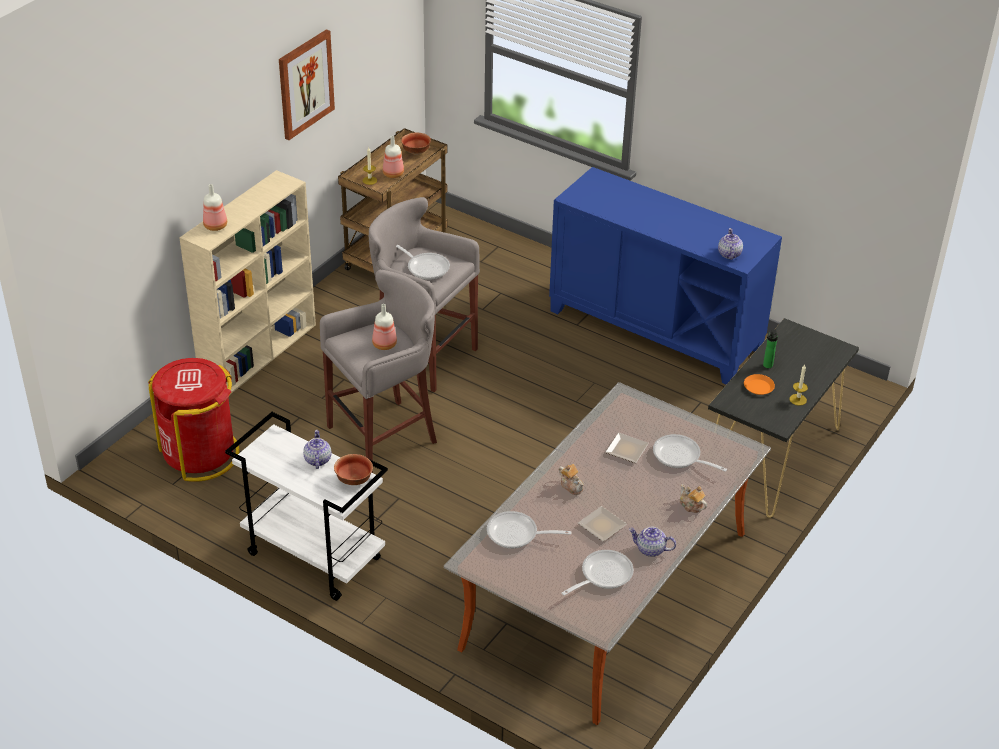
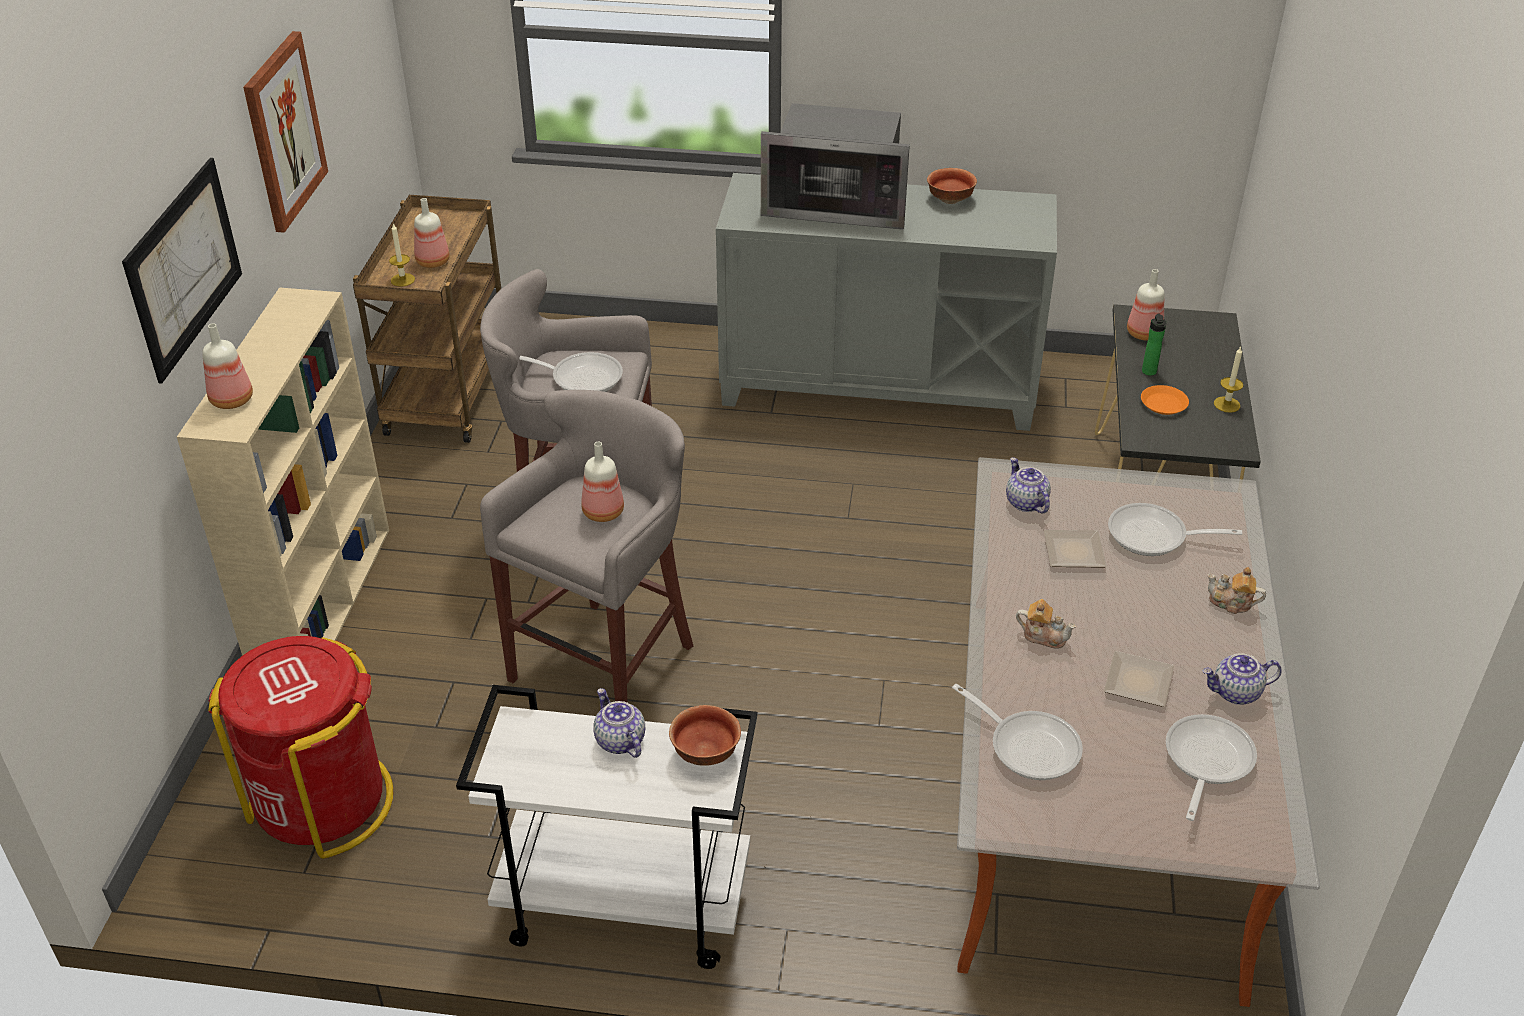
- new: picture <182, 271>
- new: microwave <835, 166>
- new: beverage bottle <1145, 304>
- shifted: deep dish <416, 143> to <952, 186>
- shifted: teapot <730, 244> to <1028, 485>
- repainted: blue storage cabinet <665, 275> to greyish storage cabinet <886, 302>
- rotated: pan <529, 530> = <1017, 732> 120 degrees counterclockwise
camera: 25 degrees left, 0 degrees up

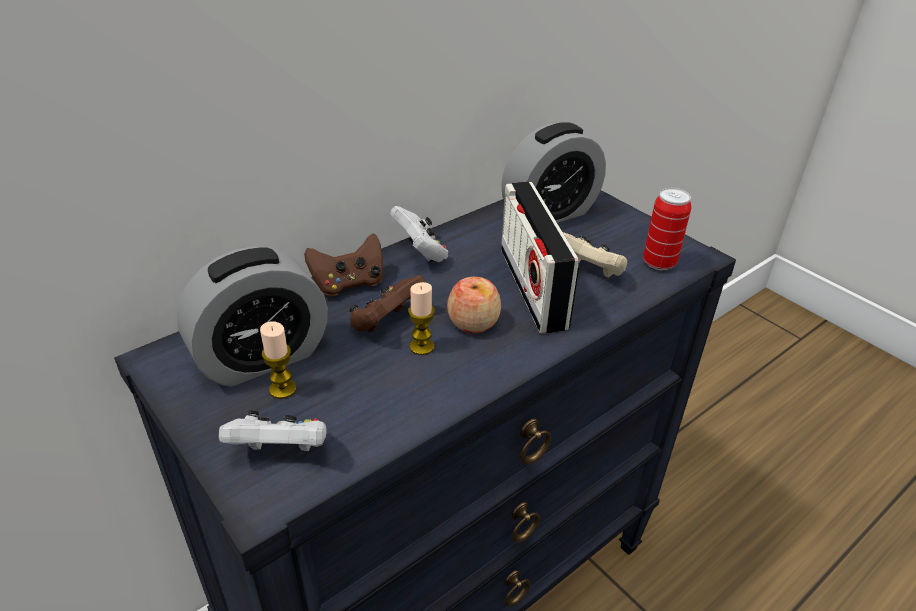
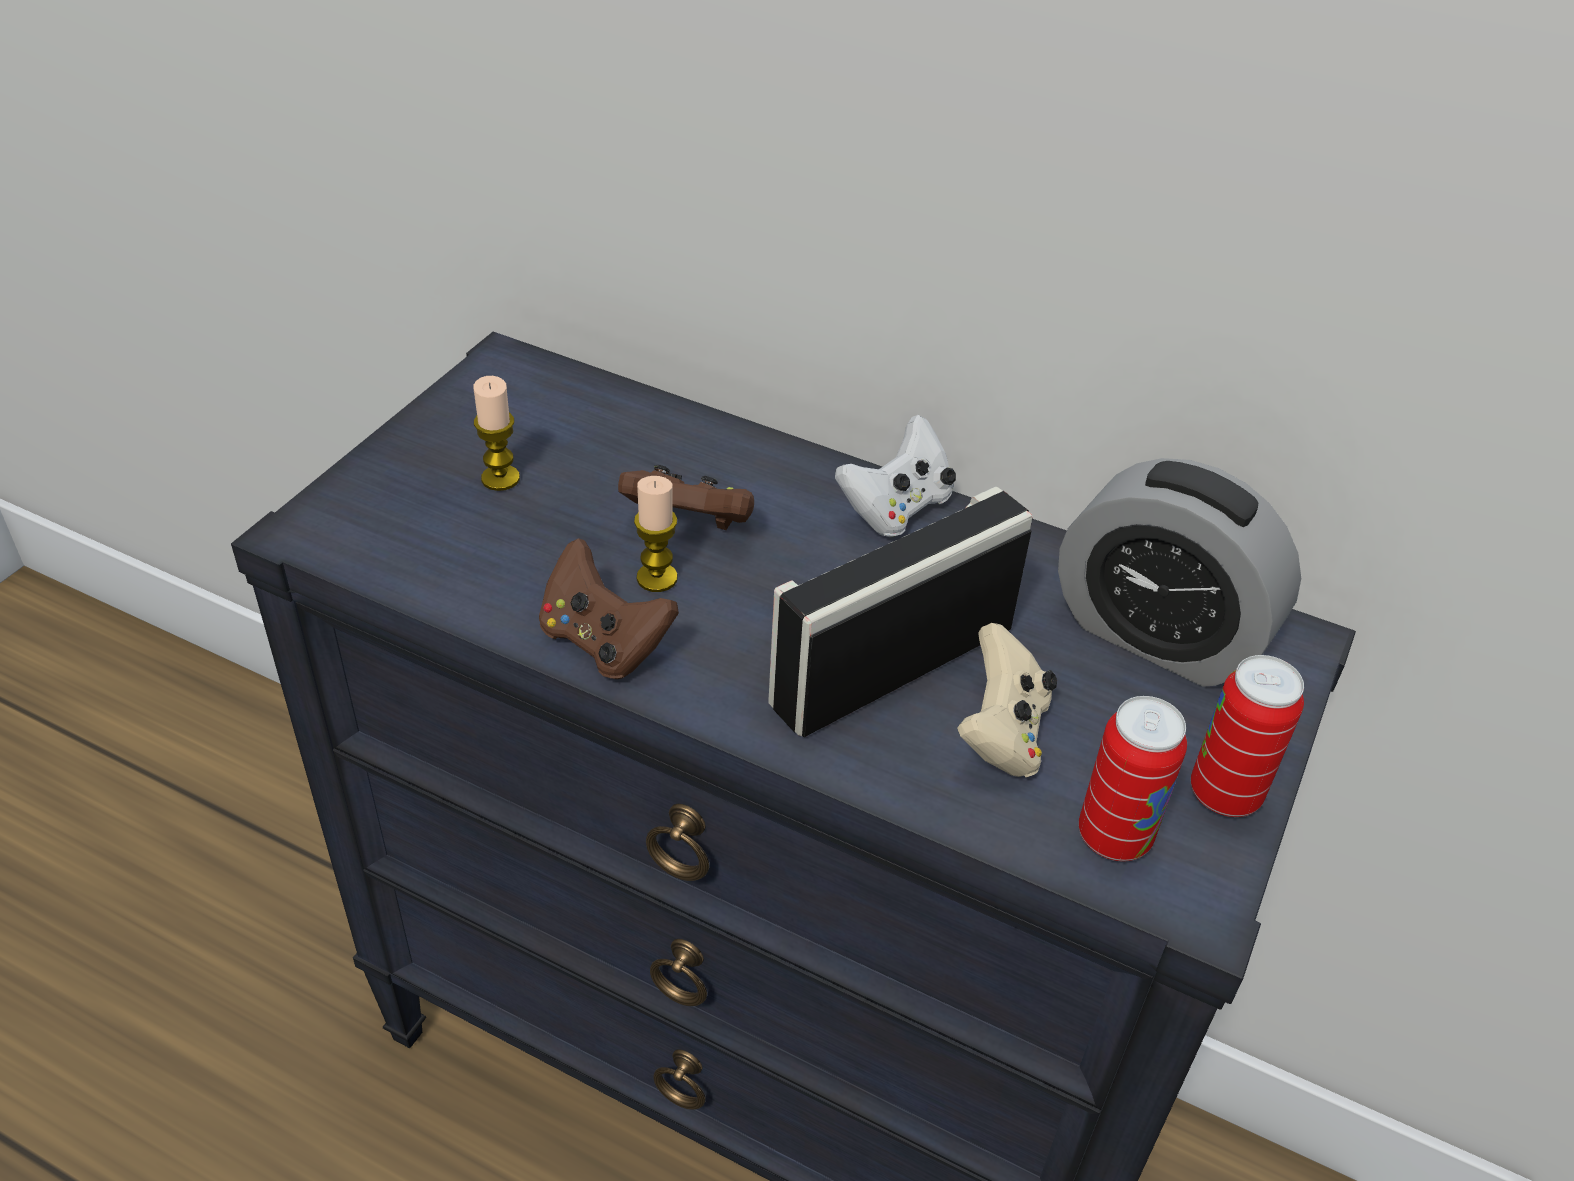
- gone: alarm clock <252, 316>
- gone: white-coloured gamepad <273, 430>
- gone: apple <474, 305>
- new: metal can <1247, 736>
- shifted: brownish gamepad <343, 265> to <609, 608>
camera: 65 degrees right, 5 degrees up

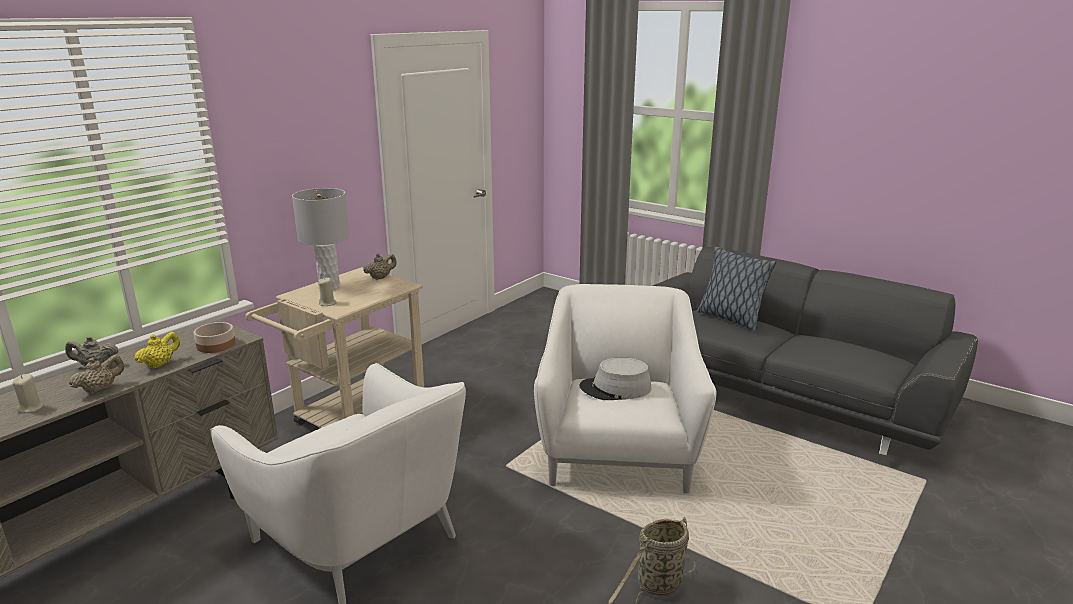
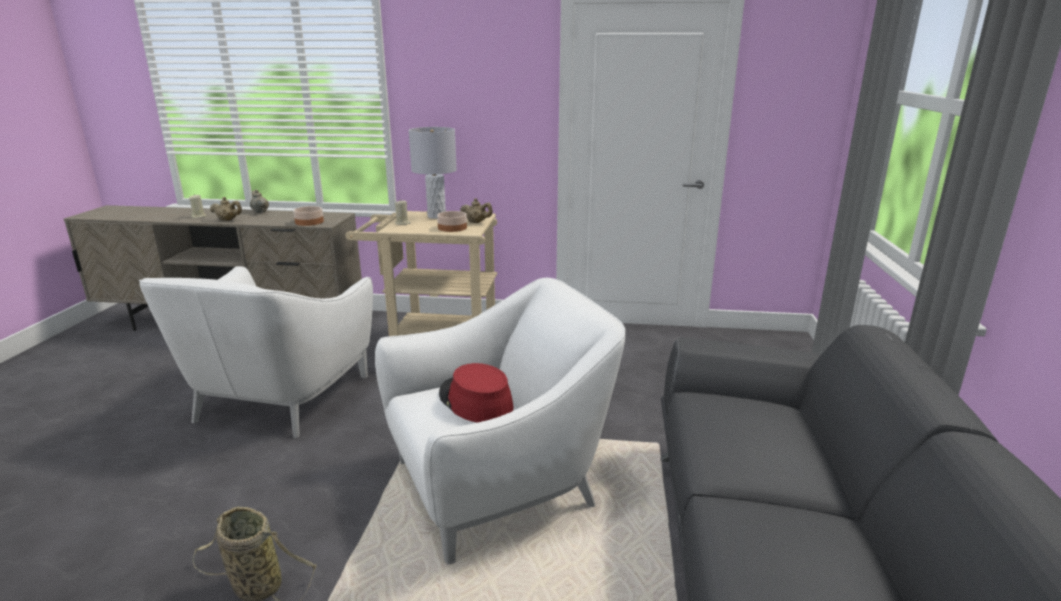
- gone: yellowish teapot <157, 350>
- gone: throw pillow <736, 288>
- new: deep dish <452, 221>
- repainted: greyish wearable hat <615, 378> to red wearable hat <476, 393>
camera: 60 degrees right, 0 degrees up

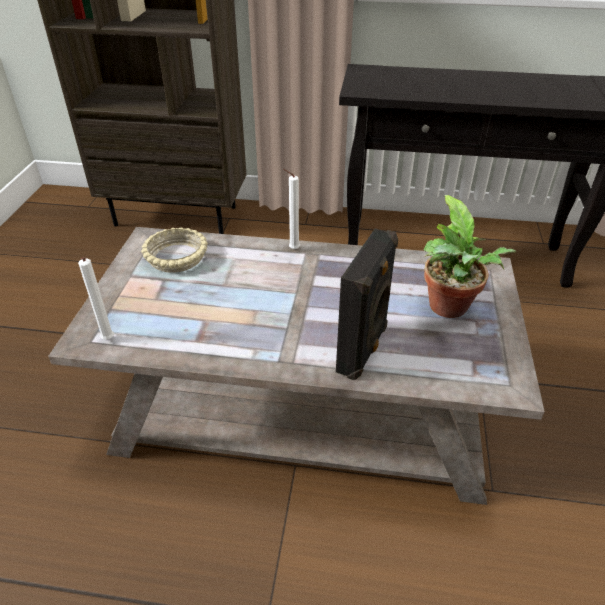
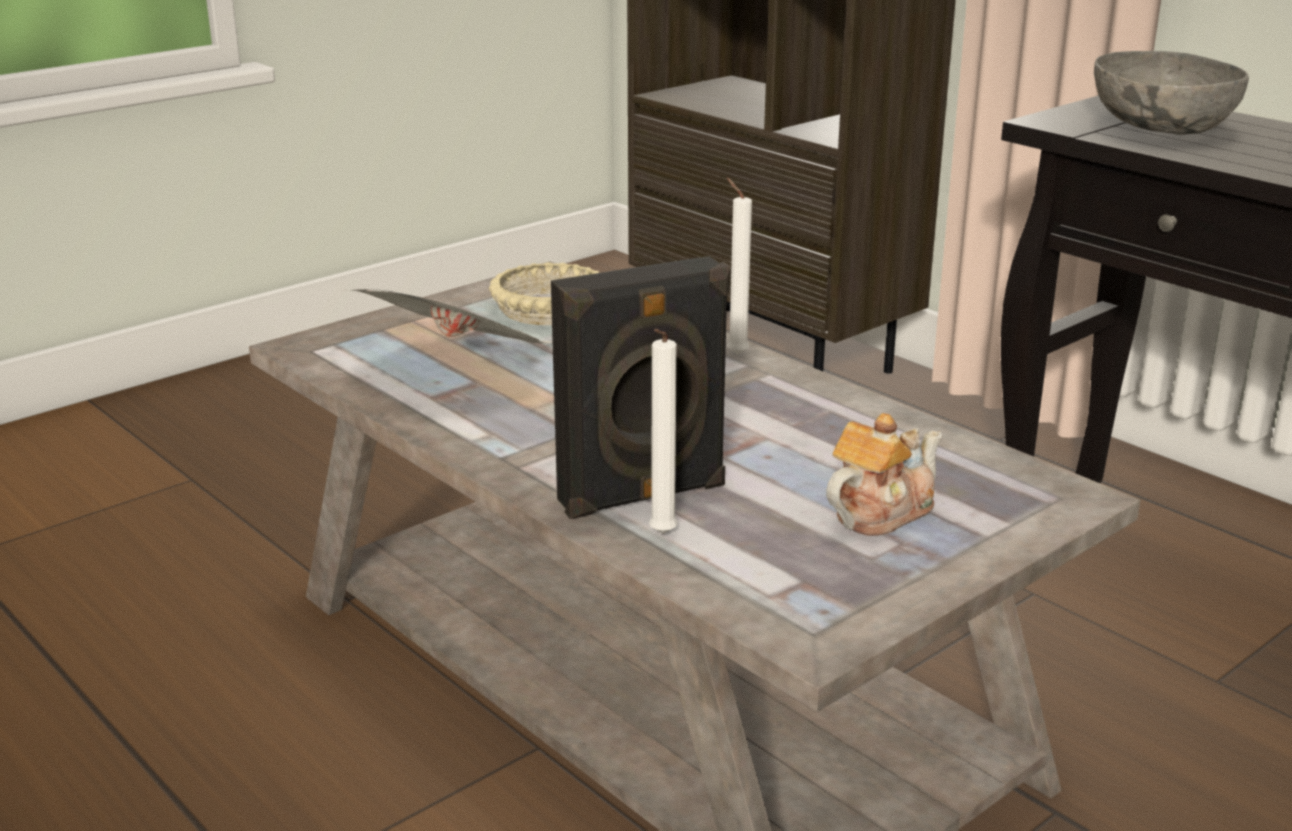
- new: daily paper <452, 316>
- new: greyish deep dish <1171, 93>
- shifted: white-coloured candle <96, 298> to <663, 431>
- swapped: plant in a pot <469, 256> to teapot <884, 474>
camera: 40 degrees right, 15 degrees down

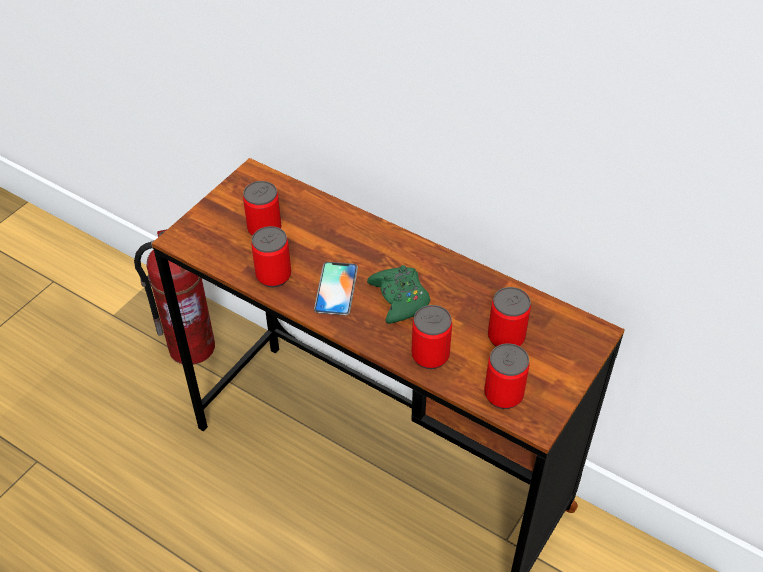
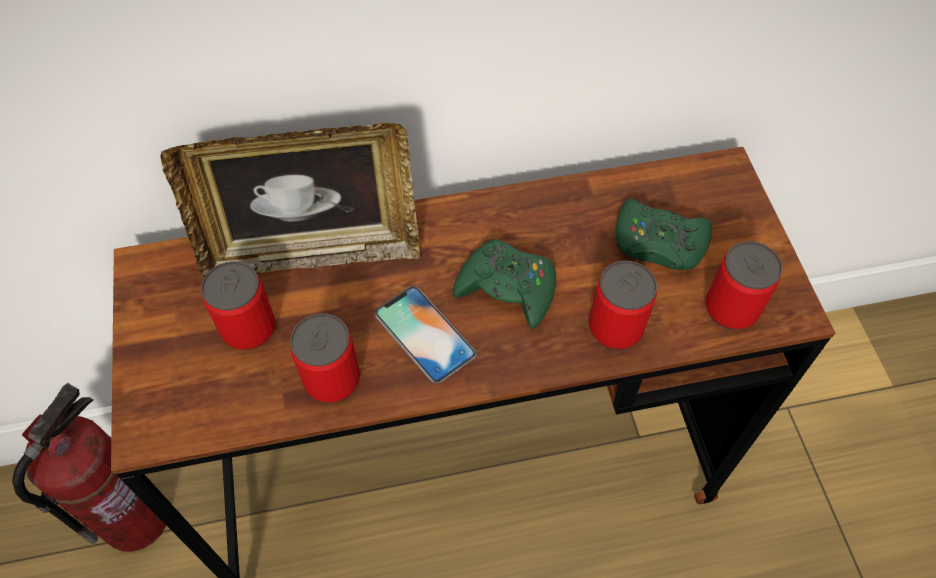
- new: standing frame <290, 200>
- swapped: metal can <509, 317> to greenish gamepad <664, 234>
camera: 45 degrees left, 10 degrees up

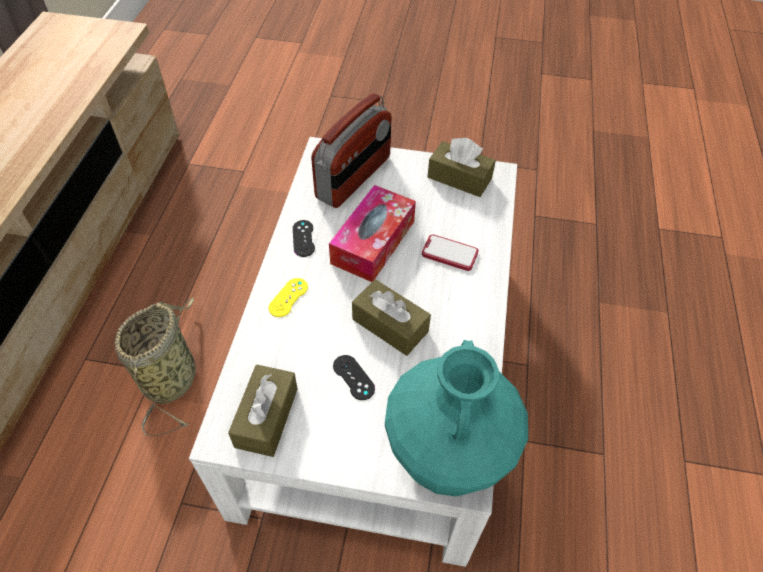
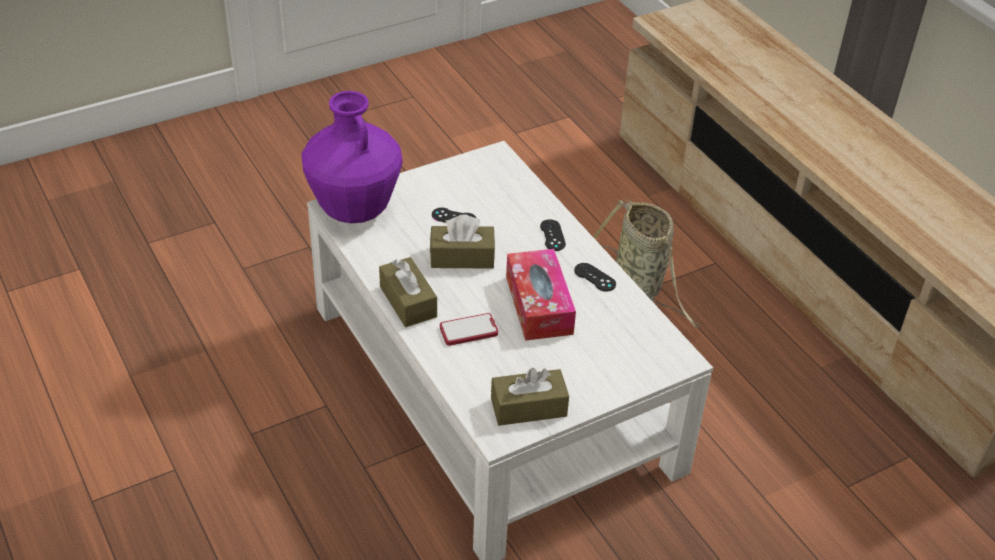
- gone: radio set <351, 150>
- shifted: brownish box of tissues <263, 411> to <408, 292>
- repainted: yellowish gamepad <288, 297> to black-coloured gamepad <553, 235>
- repainted: turquoise flower vase <456, 418> to purplish flower vase <351, 157>
camera: 140 degrees right, 10 degrees down

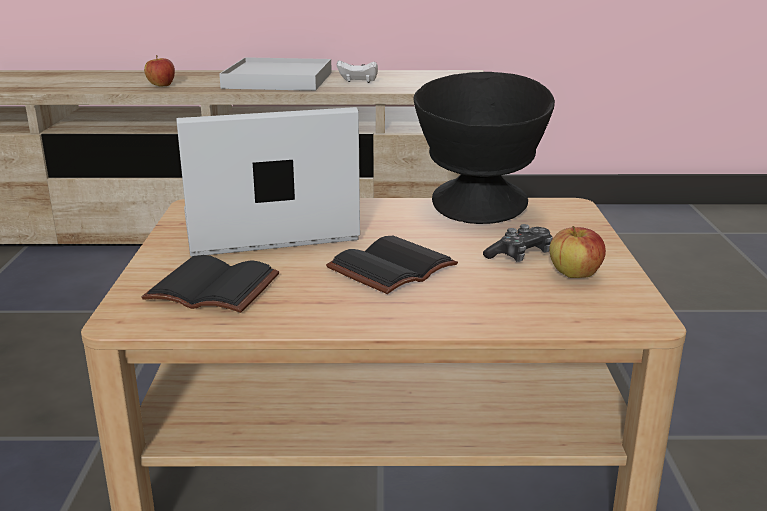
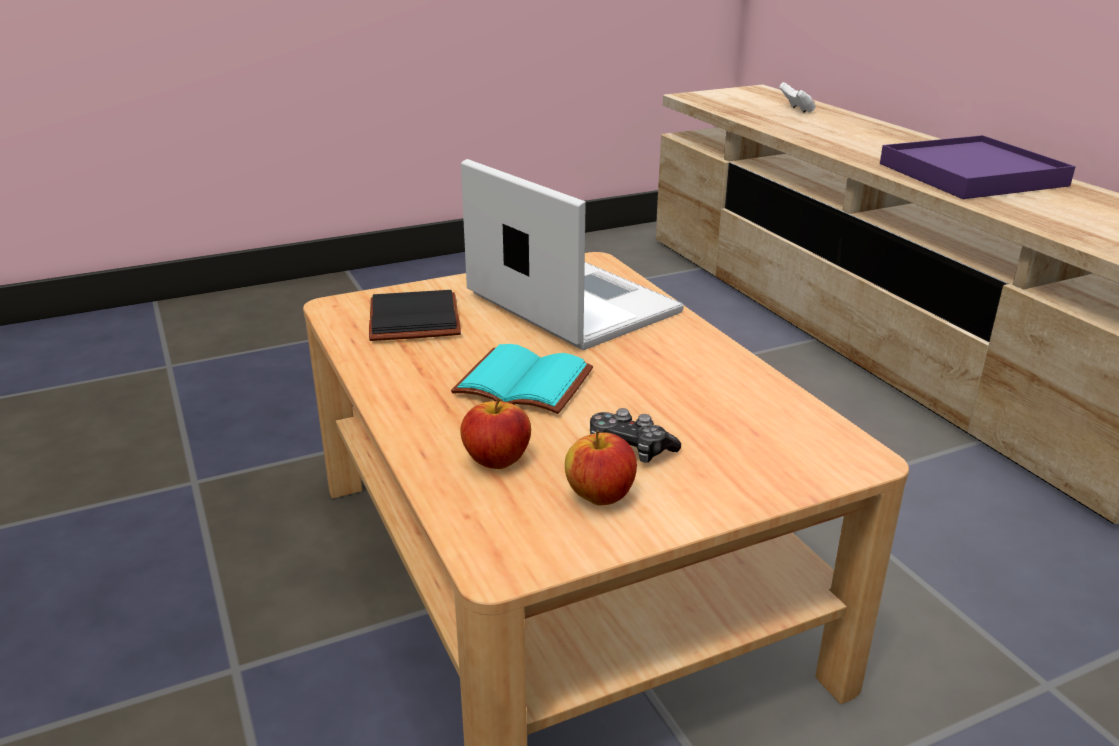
- gone: black-coloured deep dish <484, 148>
- shifted: apple <159, 71> to <495, 433>
- shifted: white-coloured gamepad <357, 72> to <798, 97>
- repainted: white-coloured carrying tray <275, 74> to purplish carrying tray <978, 167>
- repainted: black-coloured book <392, 265> to turquoise book <522, 379>
camera: 65 degrees right, 5 degrees up

